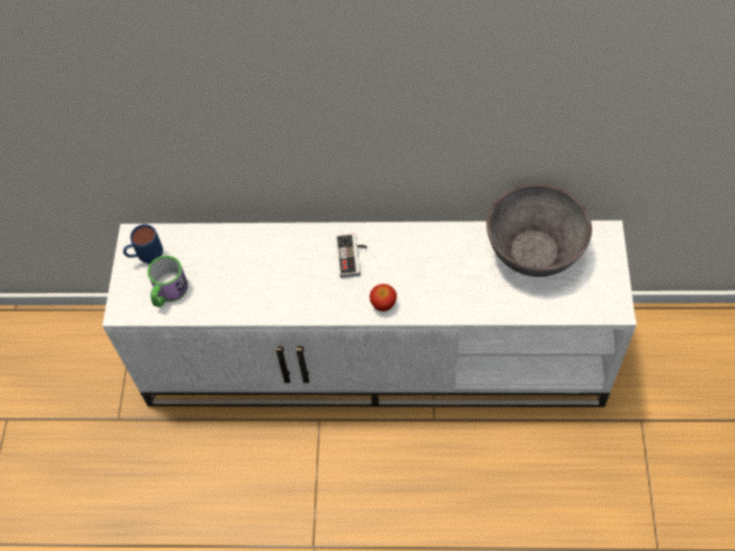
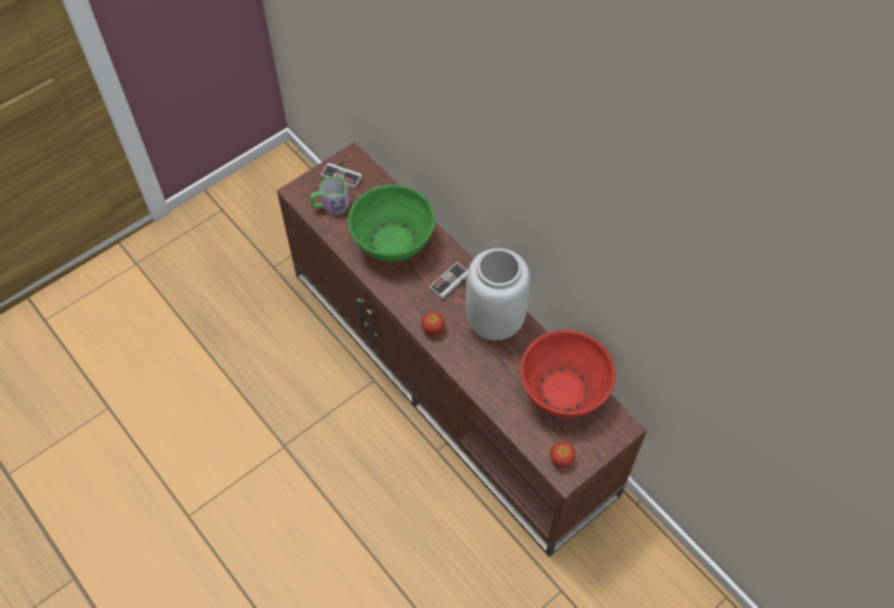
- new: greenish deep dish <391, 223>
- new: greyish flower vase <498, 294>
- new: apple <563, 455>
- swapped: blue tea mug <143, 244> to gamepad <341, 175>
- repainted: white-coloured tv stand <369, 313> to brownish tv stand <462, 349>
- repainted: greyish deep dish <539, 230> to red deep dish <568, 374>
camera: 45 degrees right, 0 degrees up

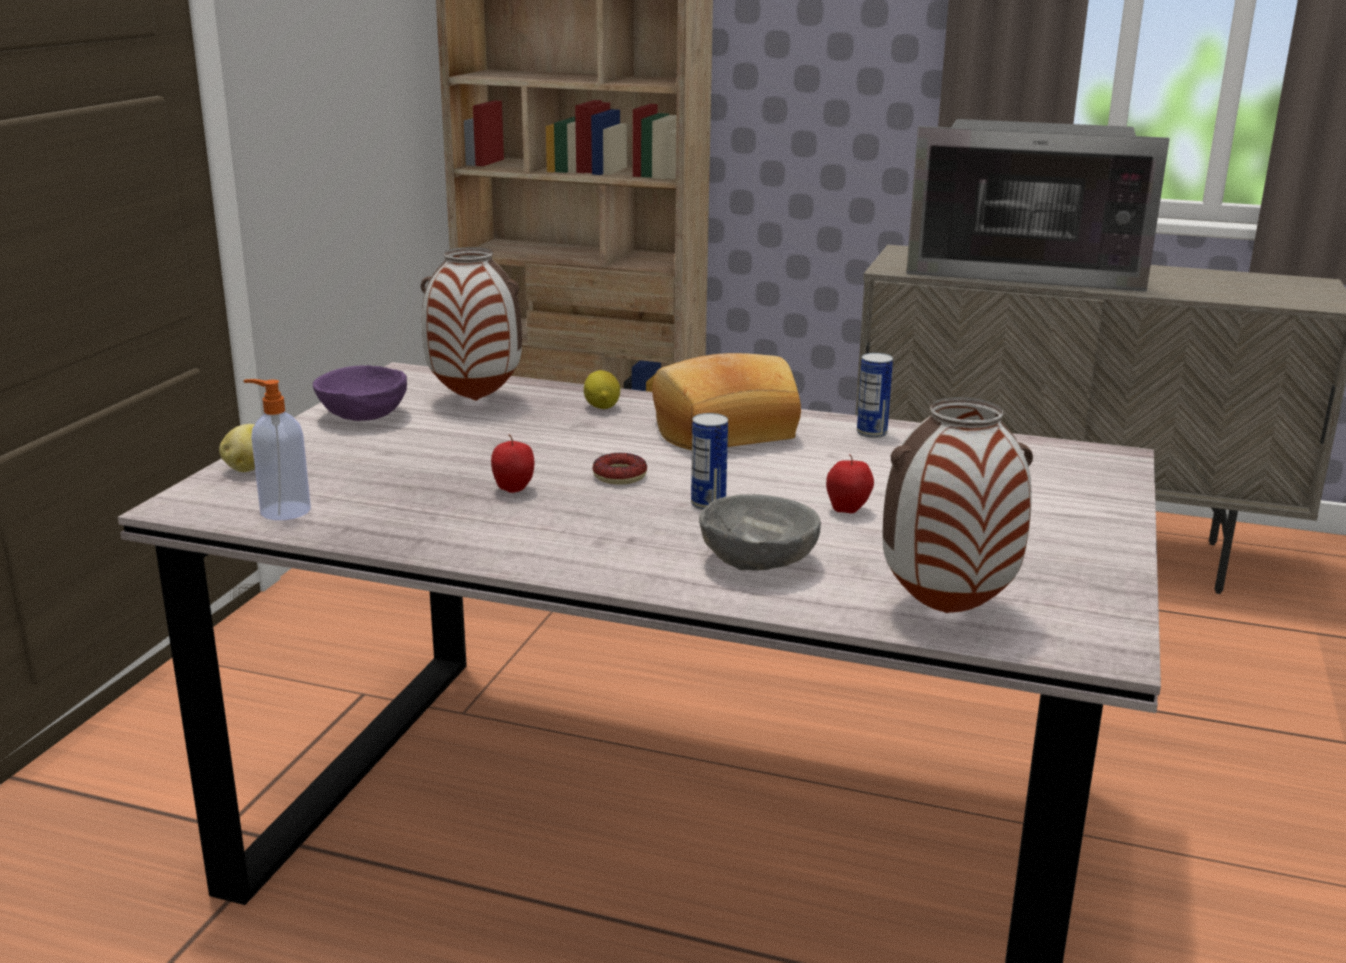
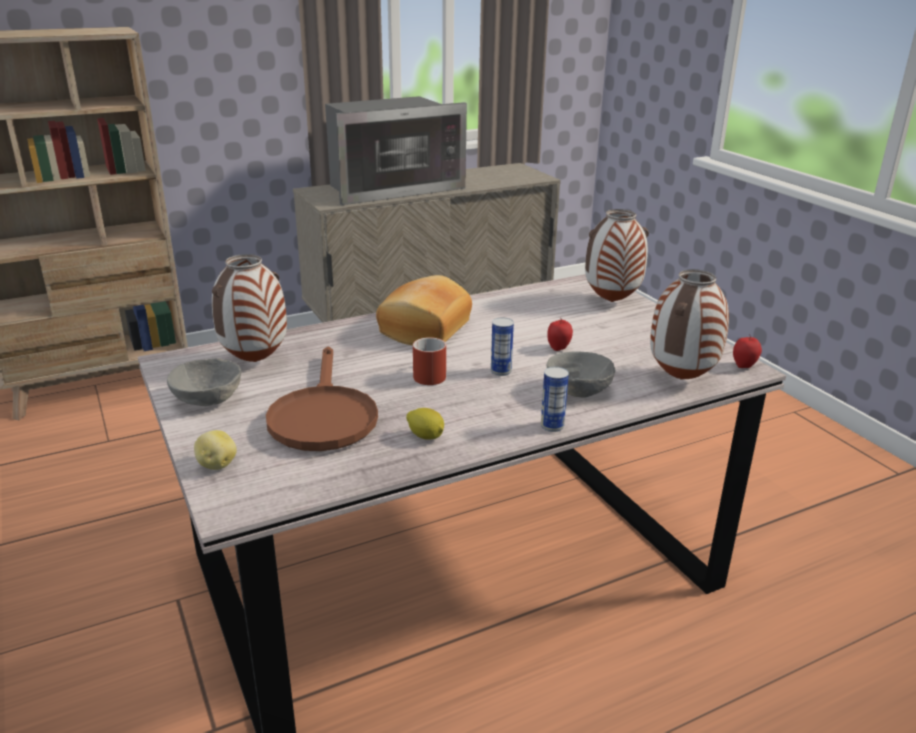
- gone: liquid soap bottle <277, 449>
- new: brownish pan <322, 399>
- new: flower vase <617, 255>
- shifted: apple <512, 463> to <747, 351>
- shifted: citrus fruit <602, 389> to <425, 424>
- shifted: metal can <875, 395> to <555, 399>
- swapped: donut <619, 469> to red tea mug <429, 361>
- repainted: purplish deep dish <360, 393> to greyish deep dish <204, 382>
camera: 45 degrees left, 5 degrees up

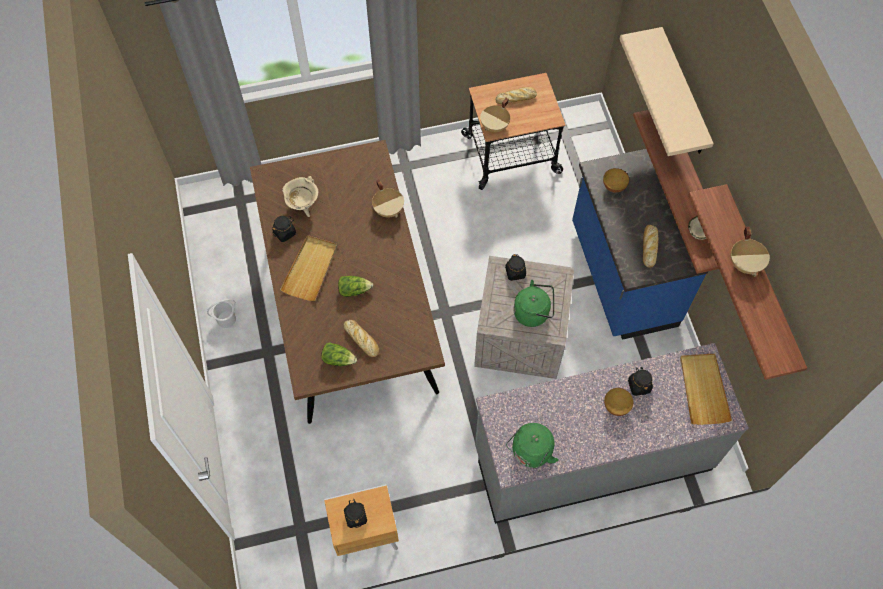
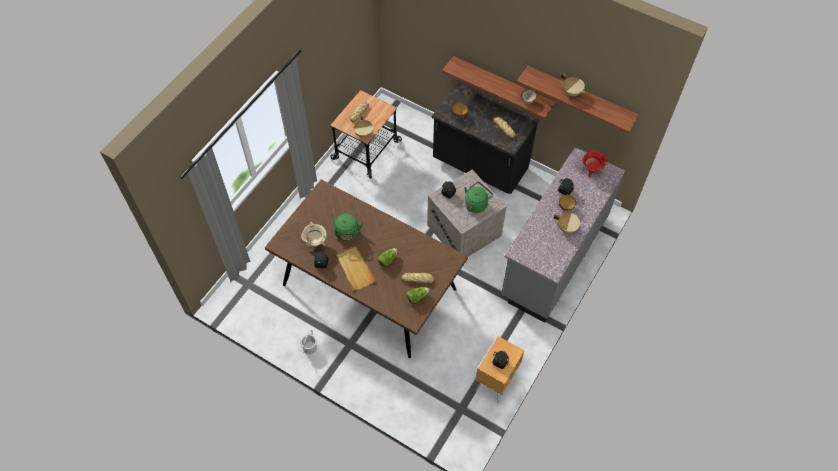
- gone: sand-coloured shelf <667, 91>
- shifted: sand-coloured saucepot <388, 198> to <568, 223>
- shifted: greenish kettle <532, 446> to <348, 227>
- swapped: sand-coloured carrying tray <706, 389> to red saucepot <595, 164>
- repainted: blue kitchen base unit <640, 244> to black-coloured kitchen base unit <485, 138>
camera: 45 degrees left, 5 degrees down

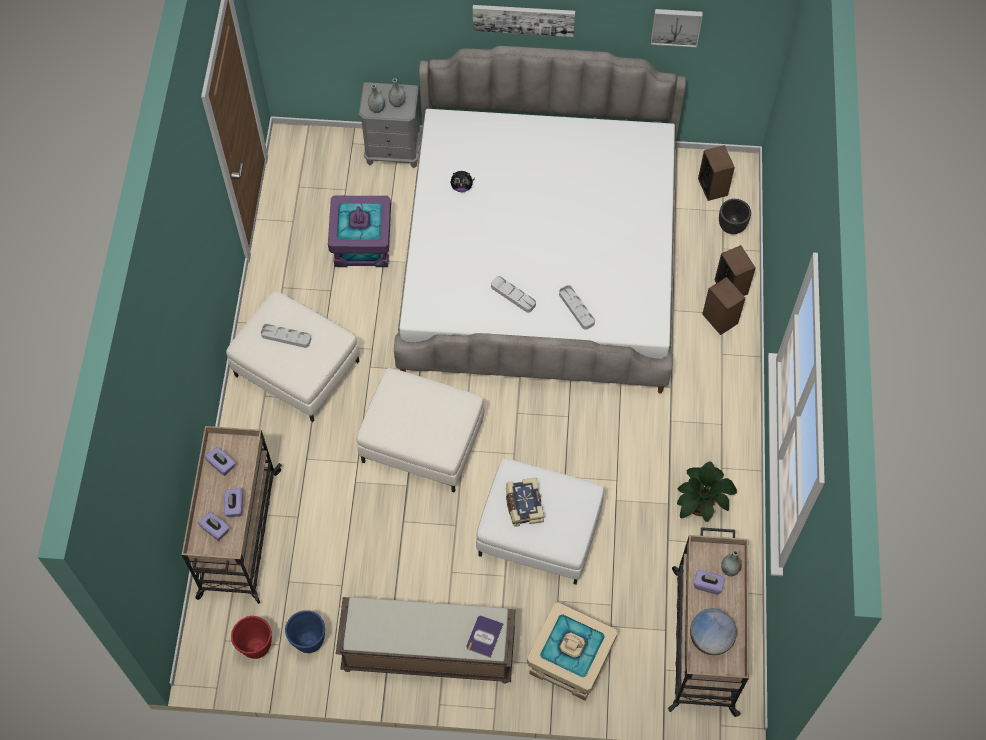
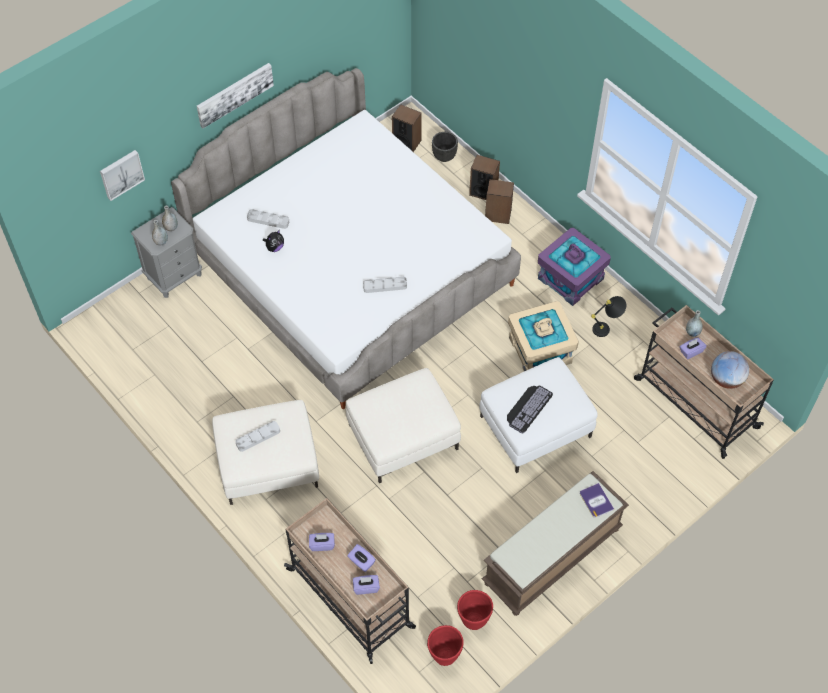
- shifted: purplish storage bin <359, 231> to <574, 267>
- shifted: sand-coloured storage bin <572, 651> to <543, 336>
- shifted: greyish carrying tray <577, 307> to <268, 219>
- shifted: picture <677, 28> to <122, 175>
- swapped: book <525, 502> to keyboard <530, 409>
- swapped: plant in a pot <707, 491> to black-coloured lamp for a table <608, 316>
- repainted: blue plant pot <305, 631> to red plant pot <475, 610>
camera: 45 degrees left, 5 degrees down

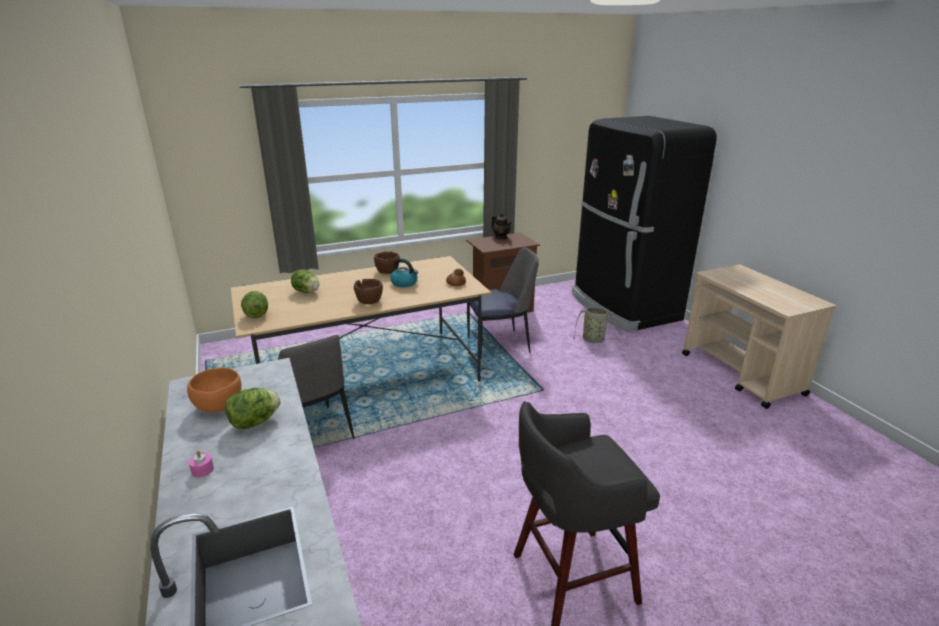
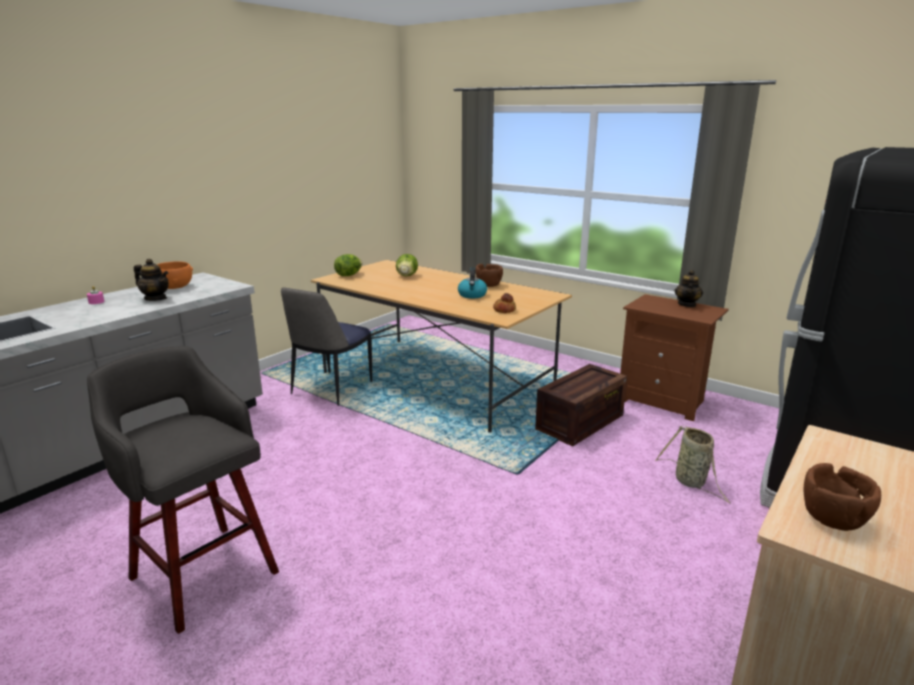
- shifted: brownish deep dish <368, 291> to <842, 497>
- swapped: lettuce head <253, 408> to teapot <151, 280>
- swapped: plain chair <503, 302> to packing crate <581, 405>
camera: 60 degrees right, 5 degrees down

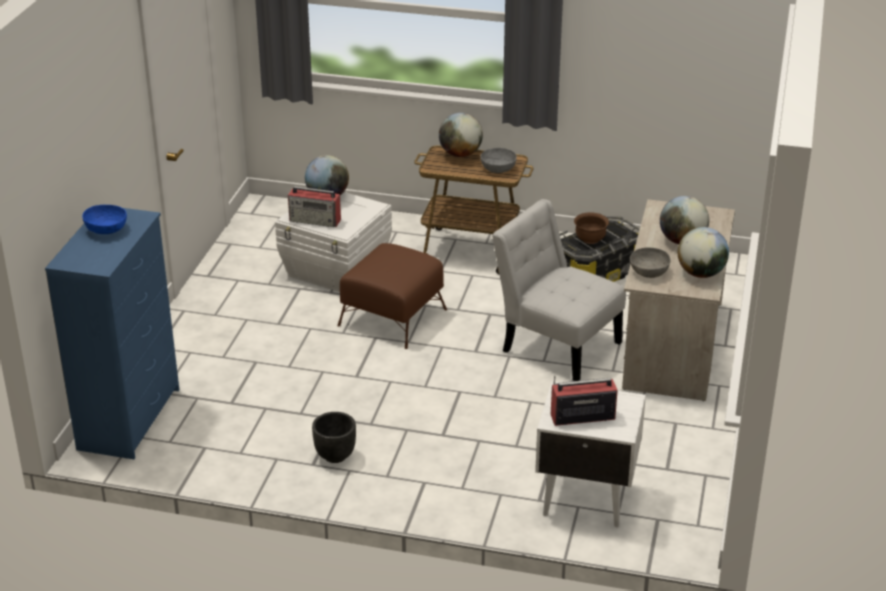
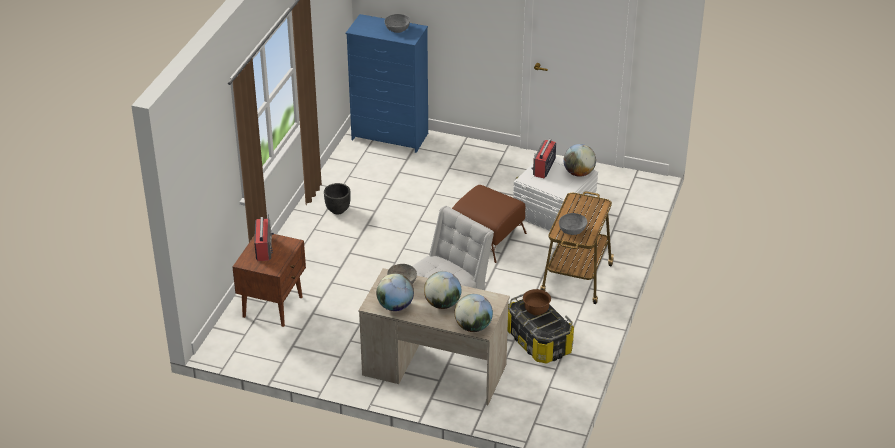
- shifted: globe <461, 135> to <473, 313>
- repainted: blue deep dish <104, 219> to greyish deep dish <397, 23>
- repainted: white-coloured night table <590, 454> to brownish night table <269, 280>
camera: 95 degrees right, 5 degrees up

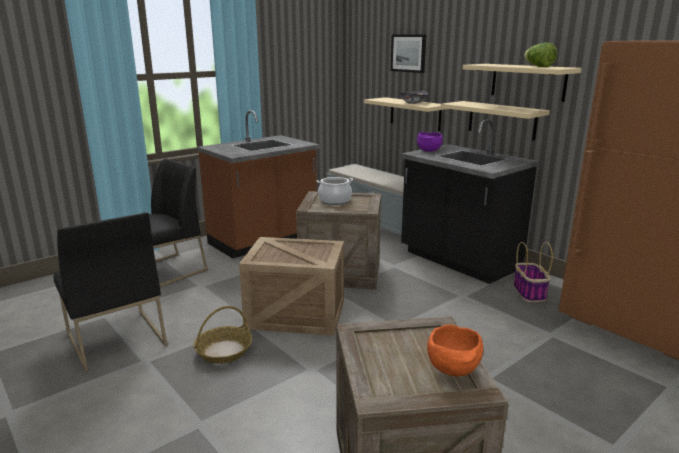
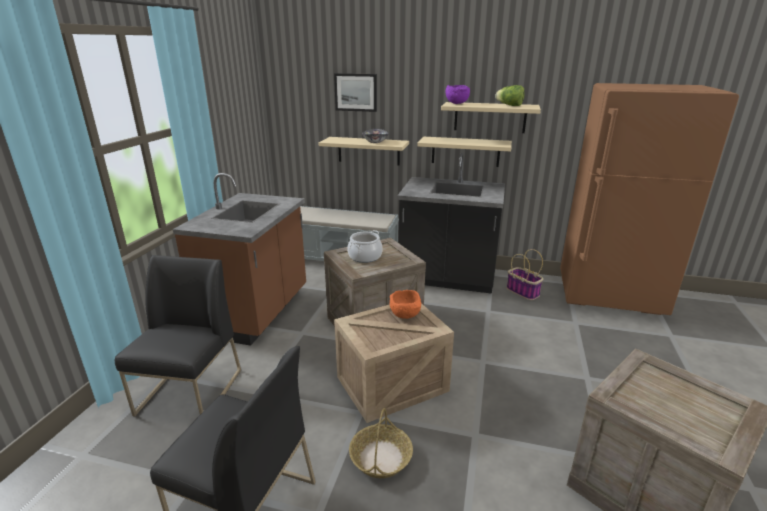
- shifted: purplish deep dish <430, 142> to <458, 94>
- shifted: orangey deep dish <455, 350> to <405, 304>
camera: 35 degrees left, 5 degrees up

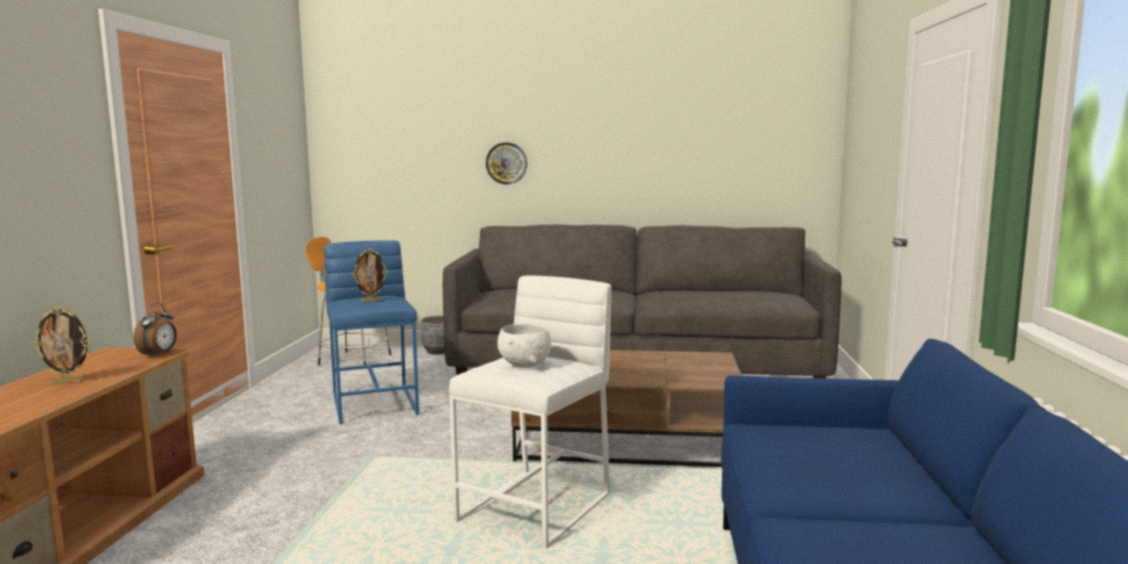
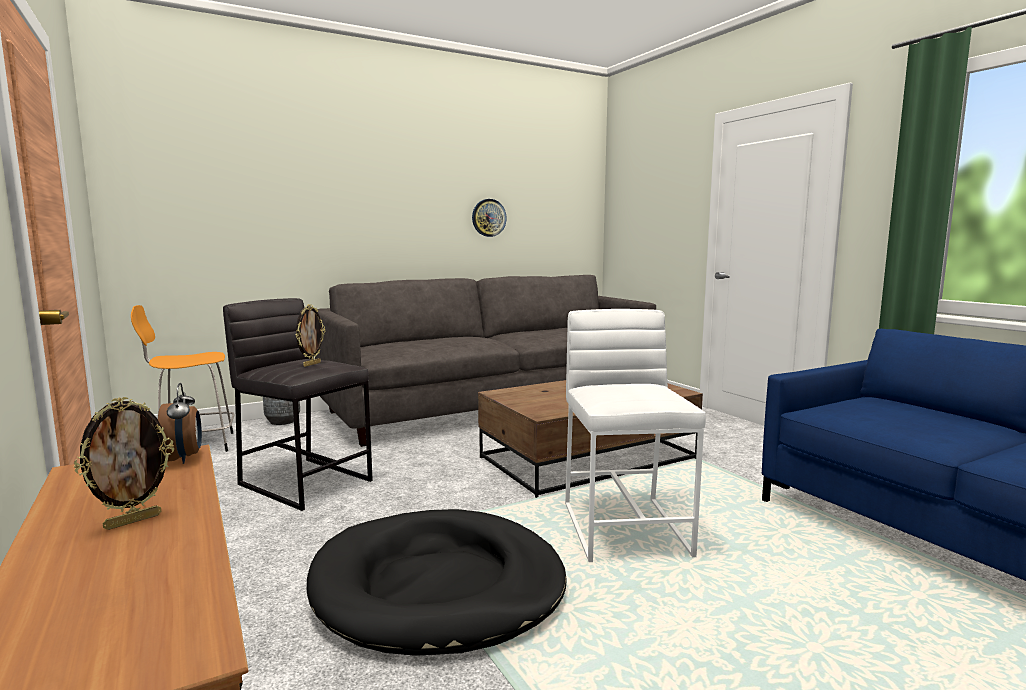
- gone: white-coloured deep dish <524, 346>
- new: black-coloured pet bed <437, 582>
- shifted: hanging clock <506, 163> to <489, 218>
- repainted: blue sitting stool <371, 332> to greyish sitting stool <298, 404>
camera: 35 degrees left, 0 degrees up

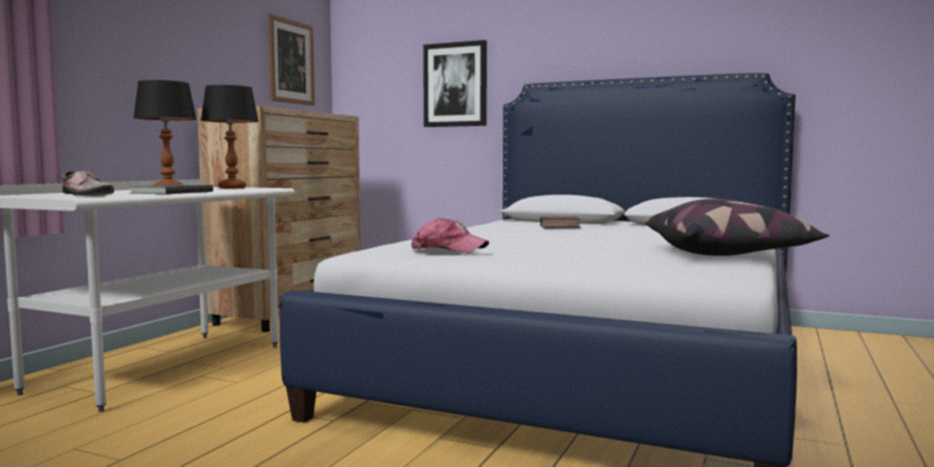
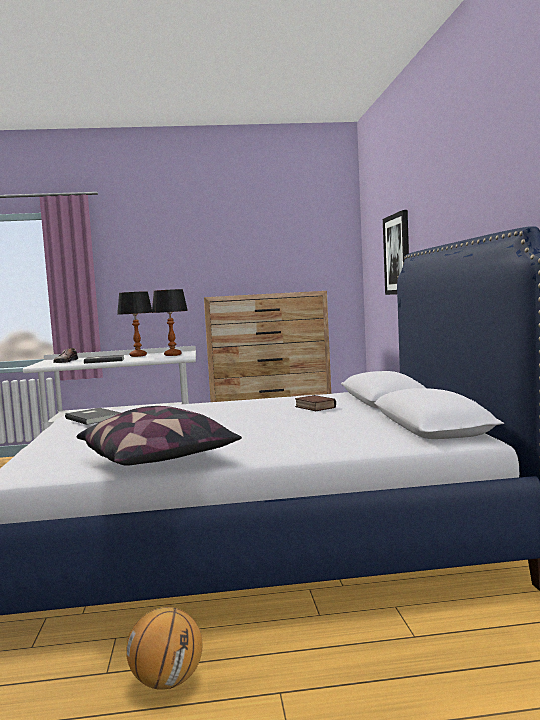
- gone: picture <291, 60>
- new: ball for basketball <164, 648>
- swapped: peaked cap <450, 235> to greyish book <92, 416>
camera: 60 degrees right, 0 degrees up

